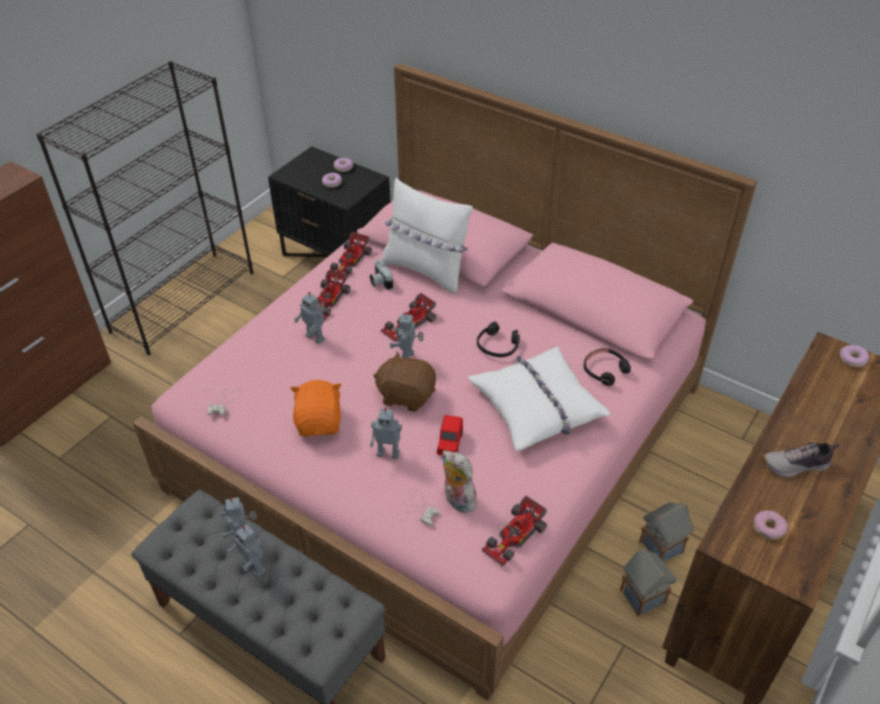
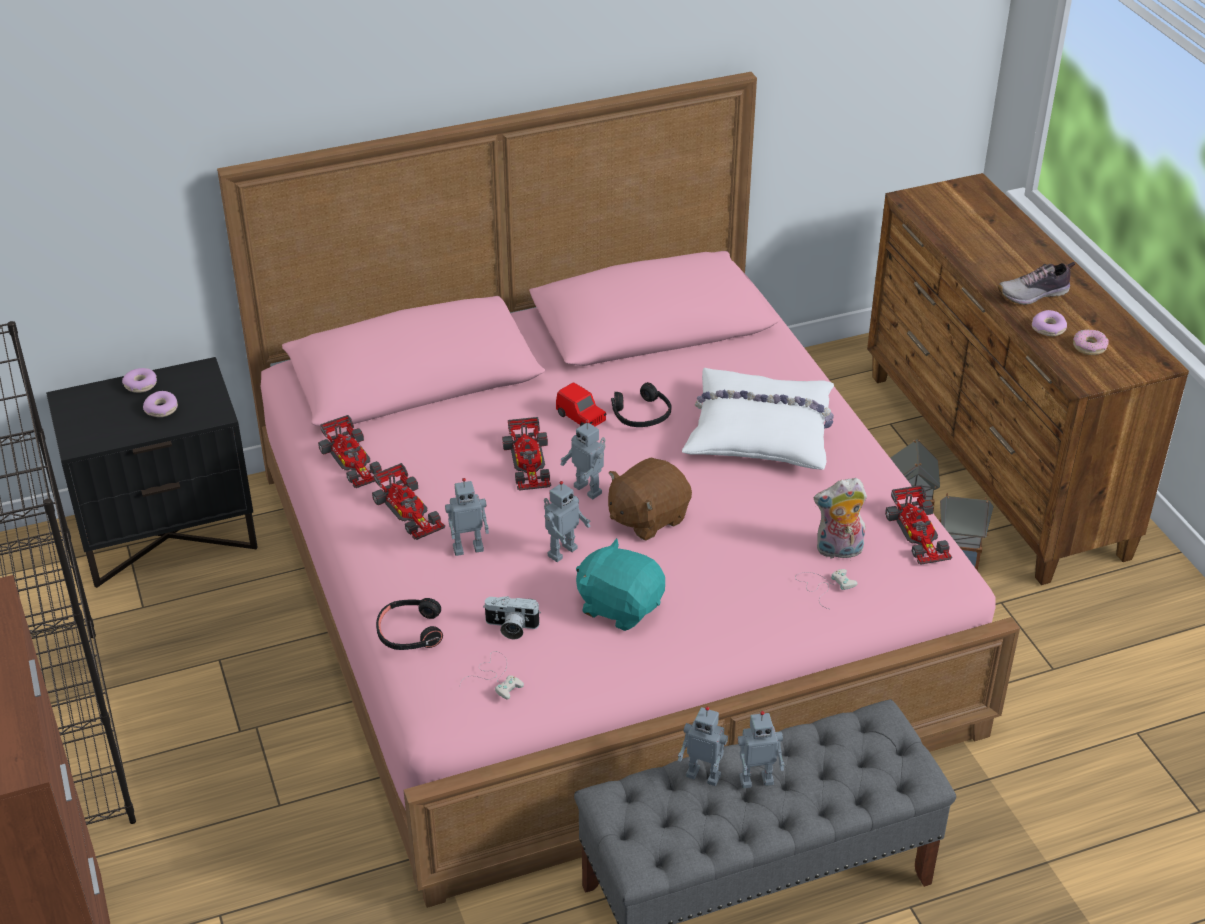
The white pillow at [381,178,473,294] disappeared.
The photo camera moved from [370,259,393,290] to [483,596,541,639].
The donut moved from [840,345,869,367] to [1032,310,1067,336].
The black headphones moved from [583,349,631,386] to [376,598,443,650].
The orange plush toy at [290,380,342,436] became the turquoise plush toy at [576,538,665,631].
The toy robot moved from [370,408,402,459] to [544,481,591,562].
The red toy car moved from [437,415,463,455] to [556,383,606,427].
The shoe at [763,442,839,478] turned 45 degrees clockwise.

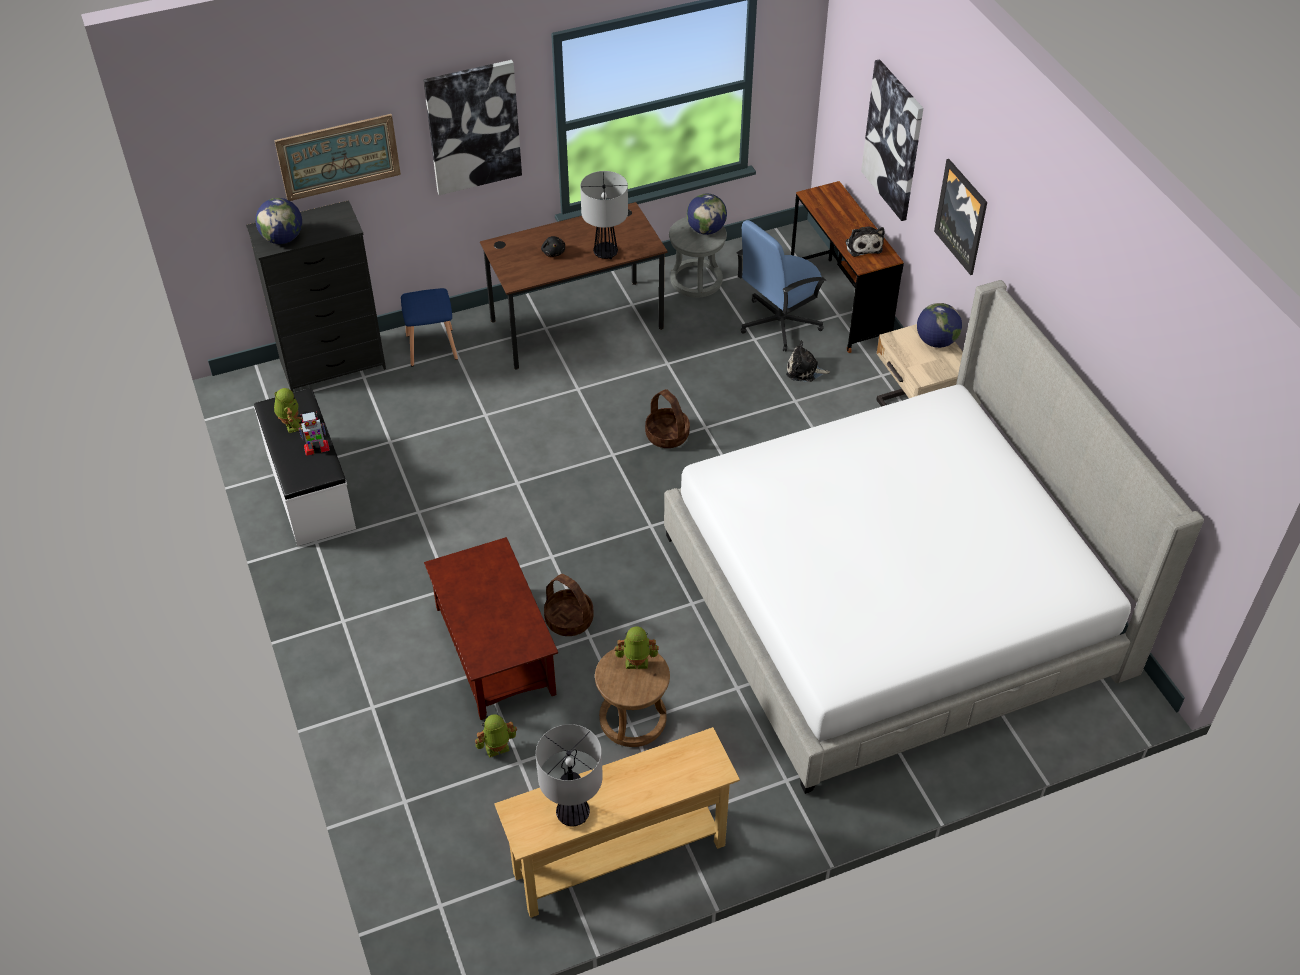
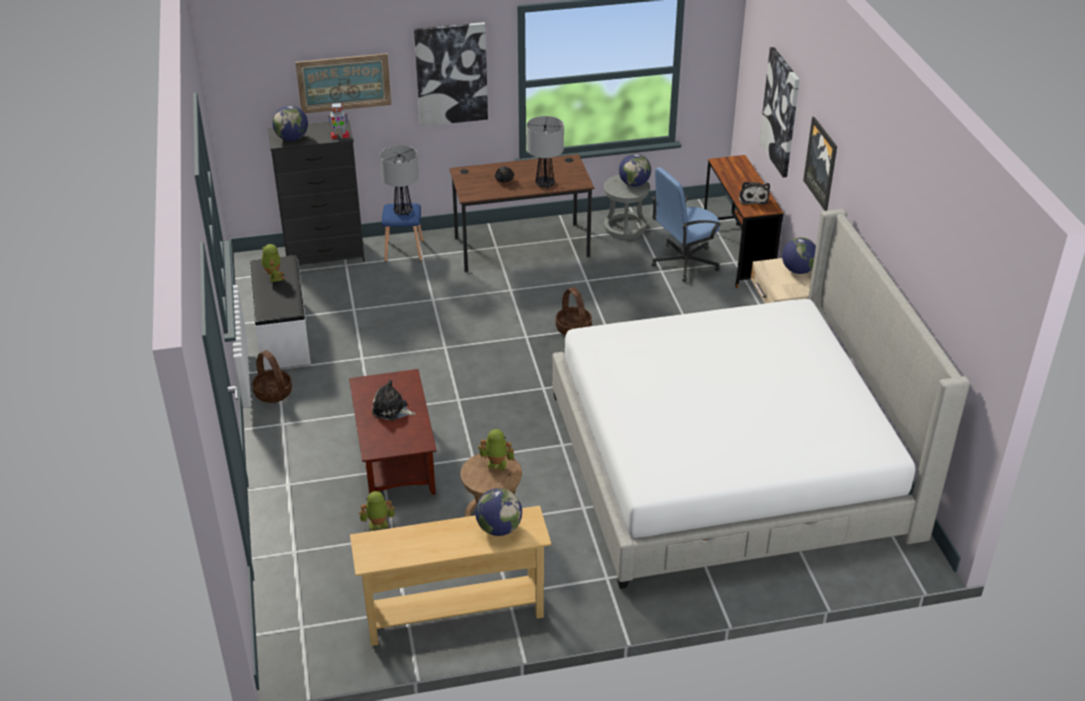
The plush toy moved from [786,340,830,382] to [372,380,416,420].
The toy robot moved from [299,411,330,456] to [328,103,349,139].
The basket moved from [544,574,594,636] to [252,350,292,403].
The table lamp moved from [536,724,603,826] to [380,145,419,215].
The globe at [475,488,522,536] appeared.

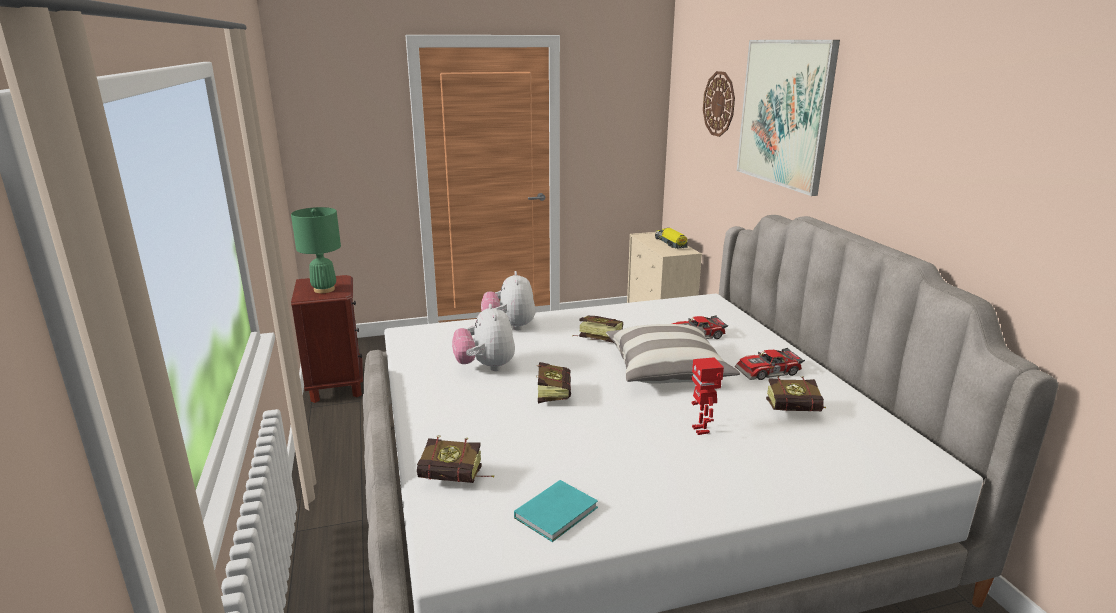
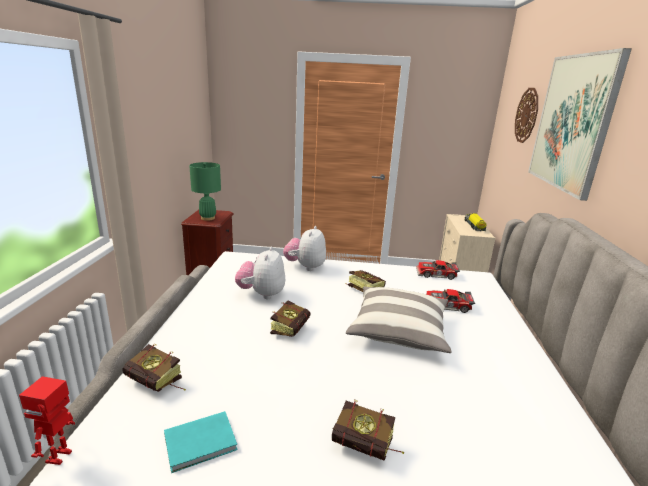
The toy car moved from [735,348,805,380] to [416,260,460,280].
The toy robot moved from [691,357,724,435] to [19,376,75,465].
The book moved from [766,376,826,411] to [332,400,404,461].

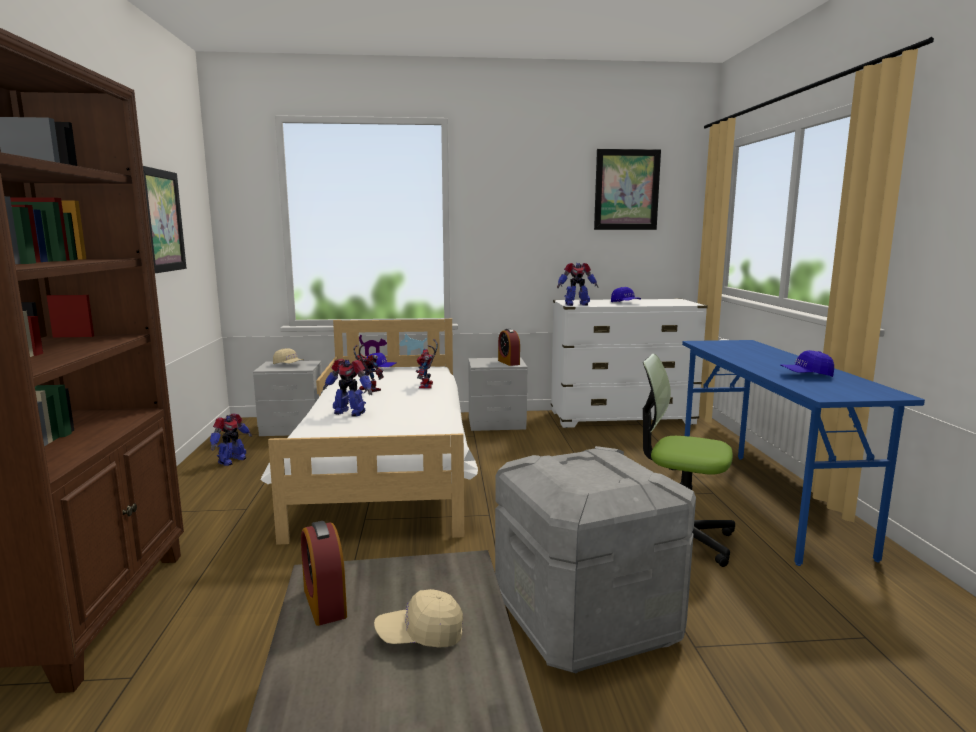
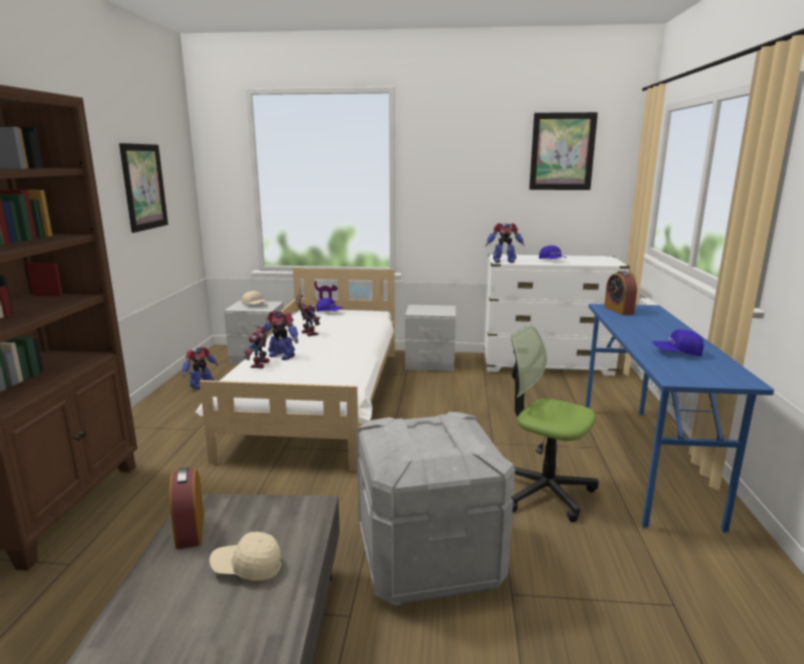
The alarm clock moved from [498,328,520,366] to [604,271,637,315].
The toy robot moved from [416,339,438,389] to [244,317,270,368].

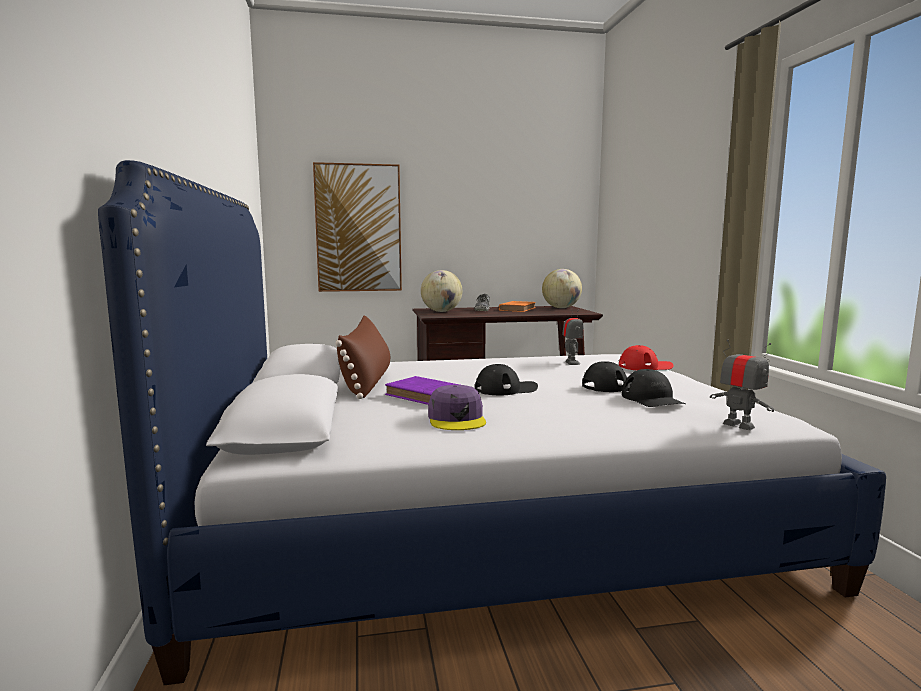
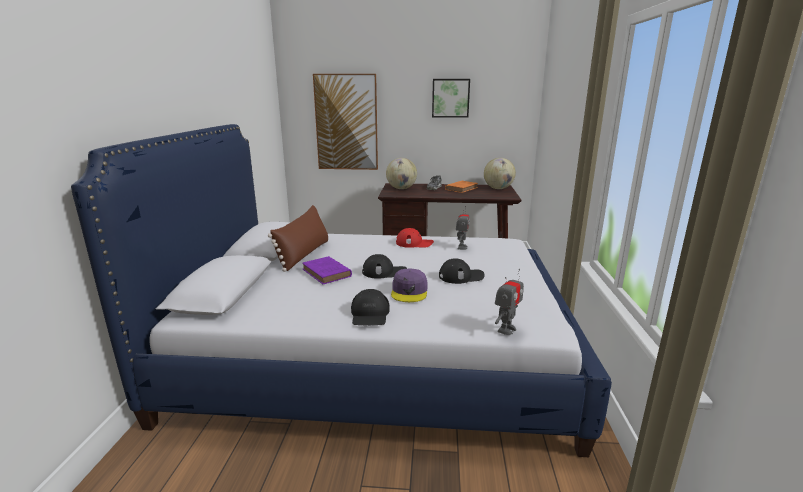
The toy robot at [710,339,774,430] turned 60 degrees clockwise.
The red cap moved from [619,345,674,370] to [396,228,434,248].
The black cap moved from [622,369,686,407] to [351,289,390,325].
The purple cap moved from [428,385,486,430] to [391,269,428,302].
The picture at [432,79,470,118] appeared.

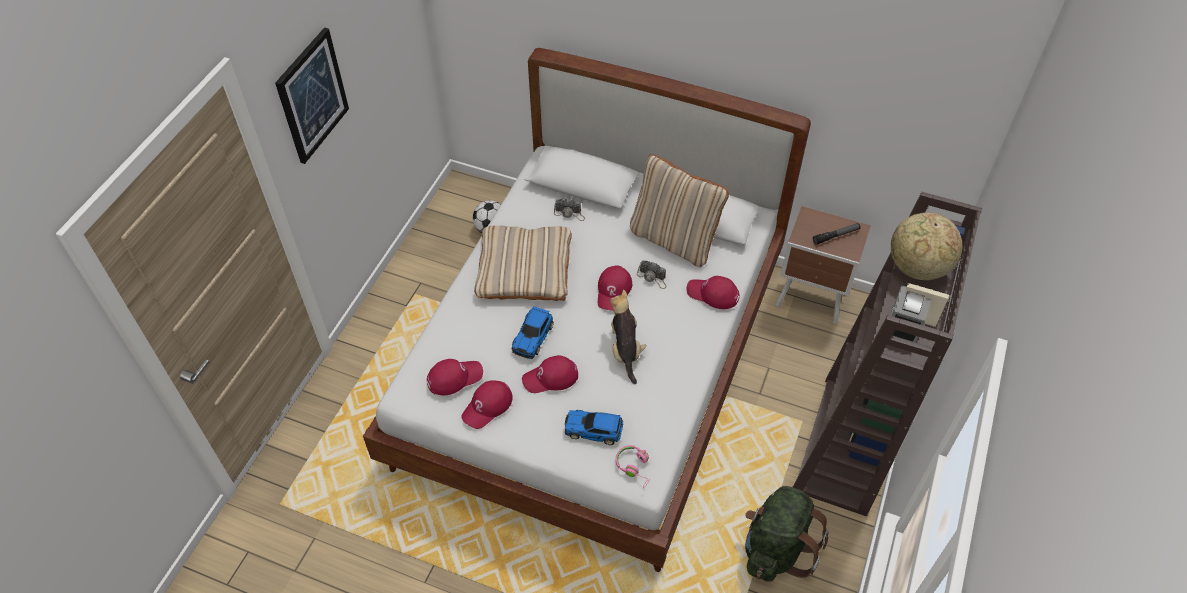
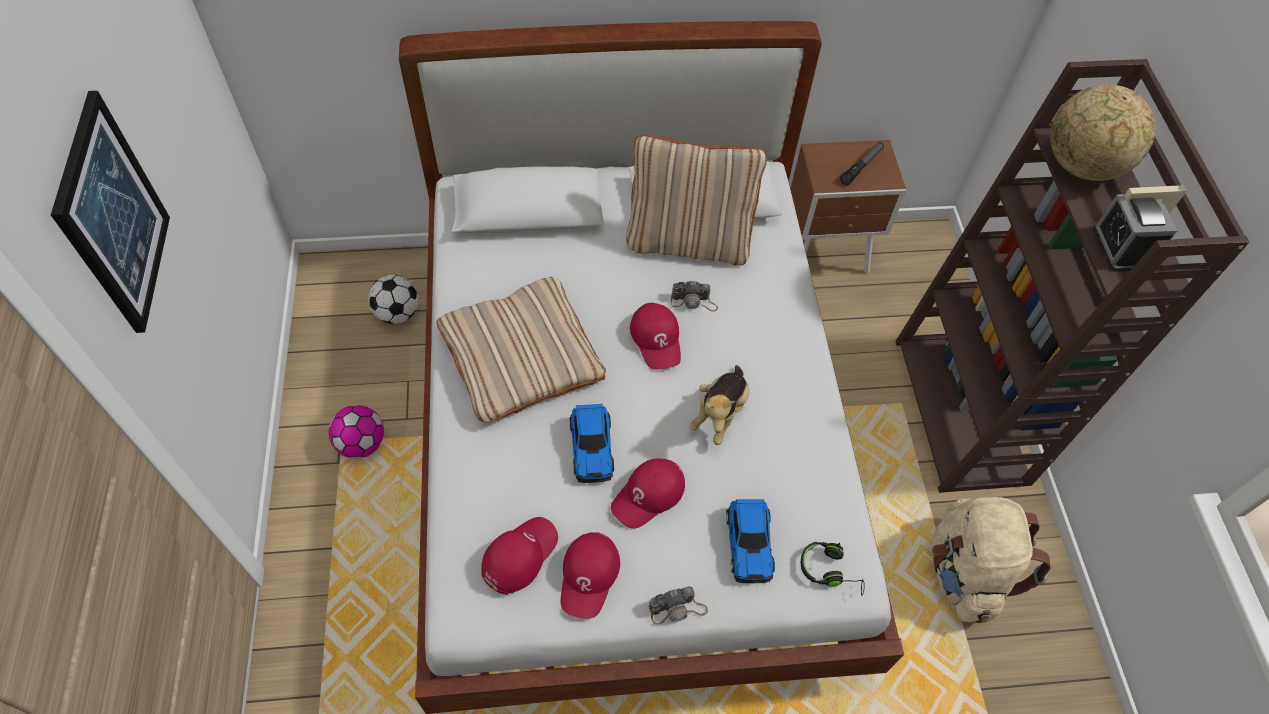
The photo camera moved from [554,199,585,221] to [649,586,708,624].
The red cap at [687,276,740,309] disappeared.
The plush toy at [611,290,646,384] turned 120 degrees counterclockwise.
The toy car at [565,410,623,445] turned 75 degrees counterclockwise.
The pink headphones at [616,445,651,488] became the black headphones at [801,542,865,596].
The green backpack at [745,486,829,582] became the beige backpack at [932,497,1051,623].
The football at [329,405,384,459] appeared.

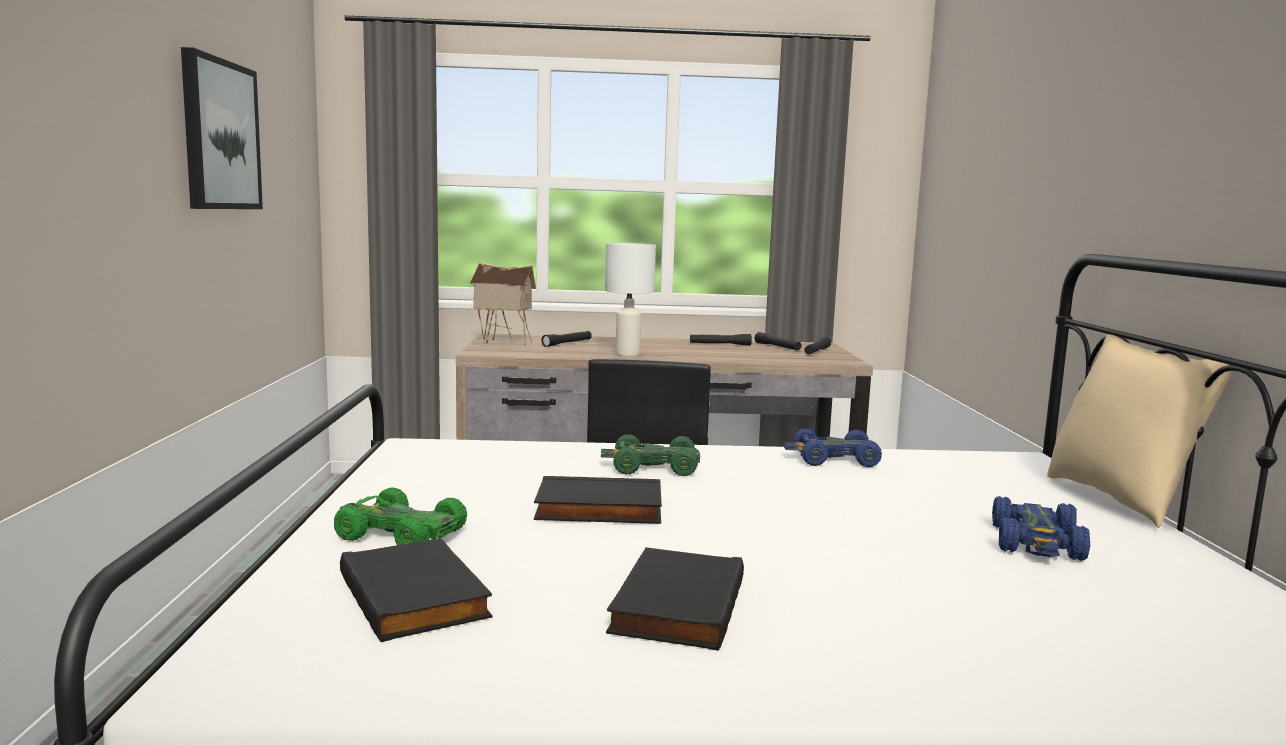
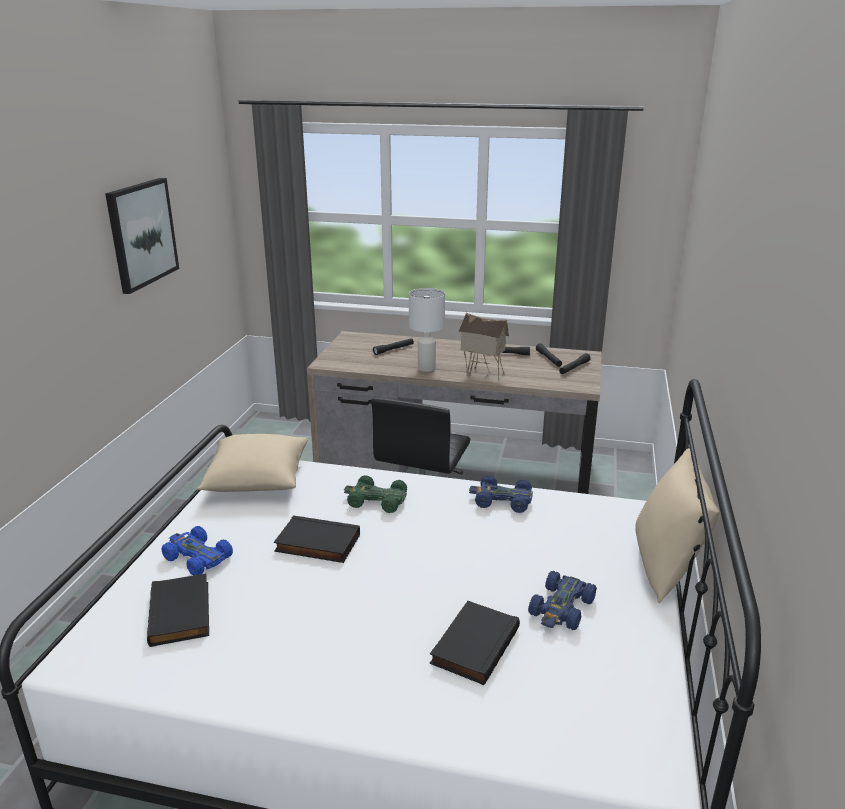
The toy house moved from [470,262,536,346] to [458,313,509,381].
The green toy car at [334,487,467,545] became the blue toy car at [161,526,233,575].
The black book moved from [606,547,744,651] to [430,601,520,685].
The beige pillow at [197,434,308,492] appeared.

